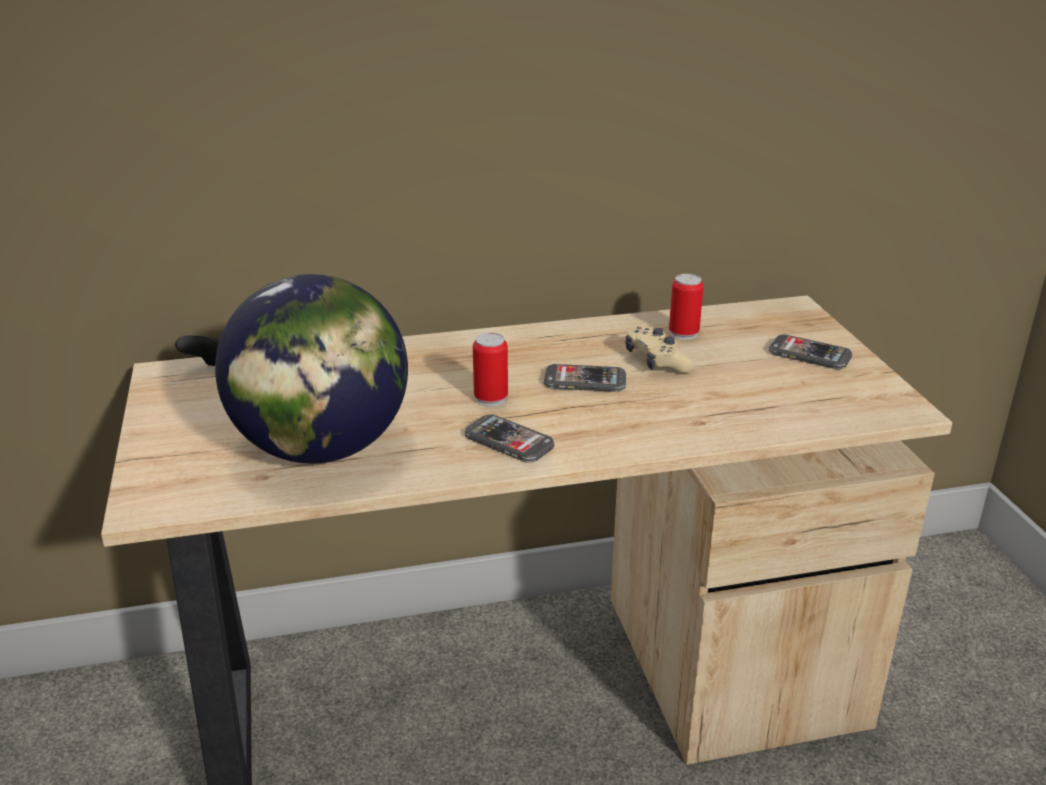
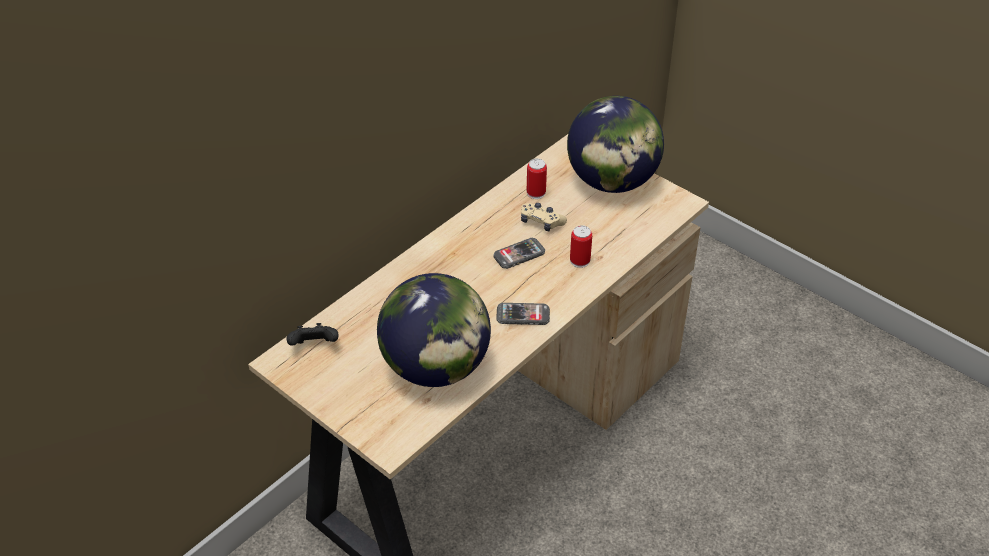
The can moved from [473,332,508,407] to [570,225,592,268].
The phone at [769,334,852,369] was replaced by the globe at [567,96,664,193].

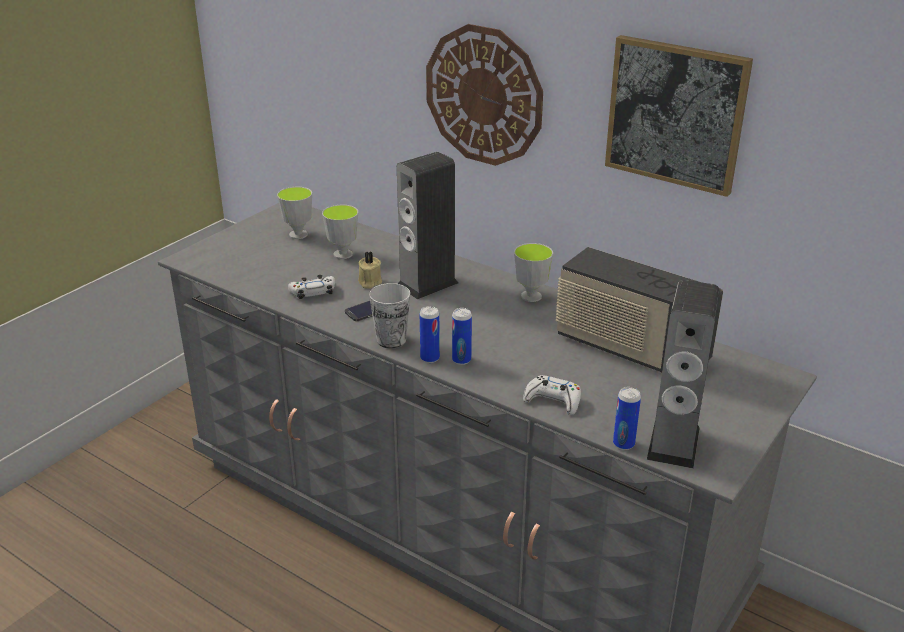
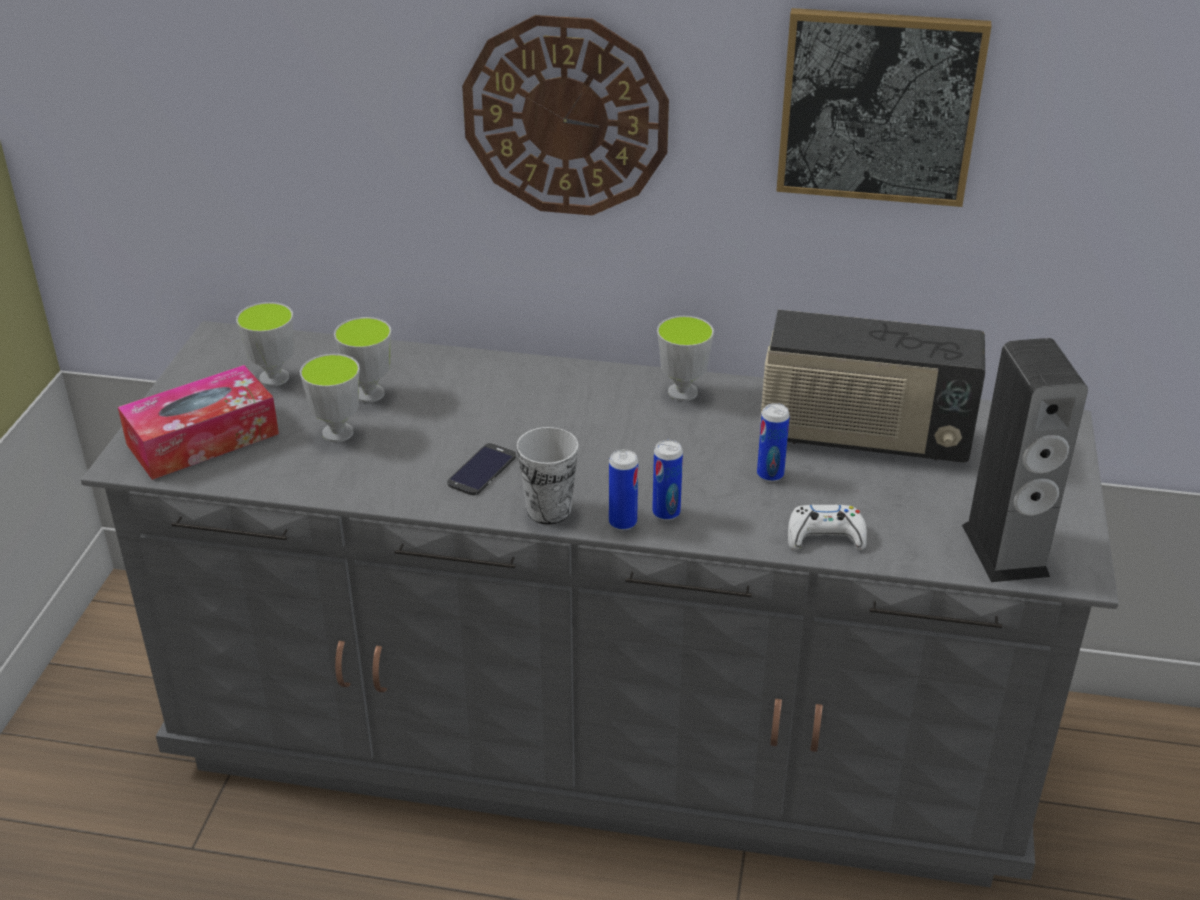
The speaker at [397,152,458,300] disappeared.
The beige candle at [358,251,382,289] disappeared.
The white game controller at [288,275,335,299] disappeared.
The can moved from [613,387,641,450] to [757,403,790,482].
The cup at [300,354,360,442] appeared.
The tissue box at [118,365,279,480] appeared.

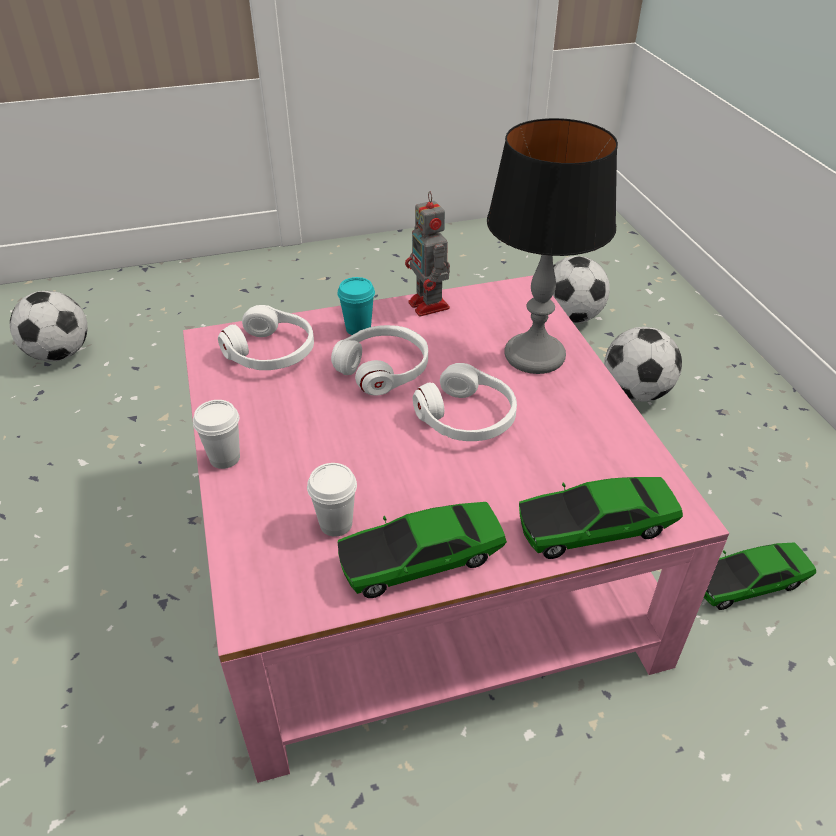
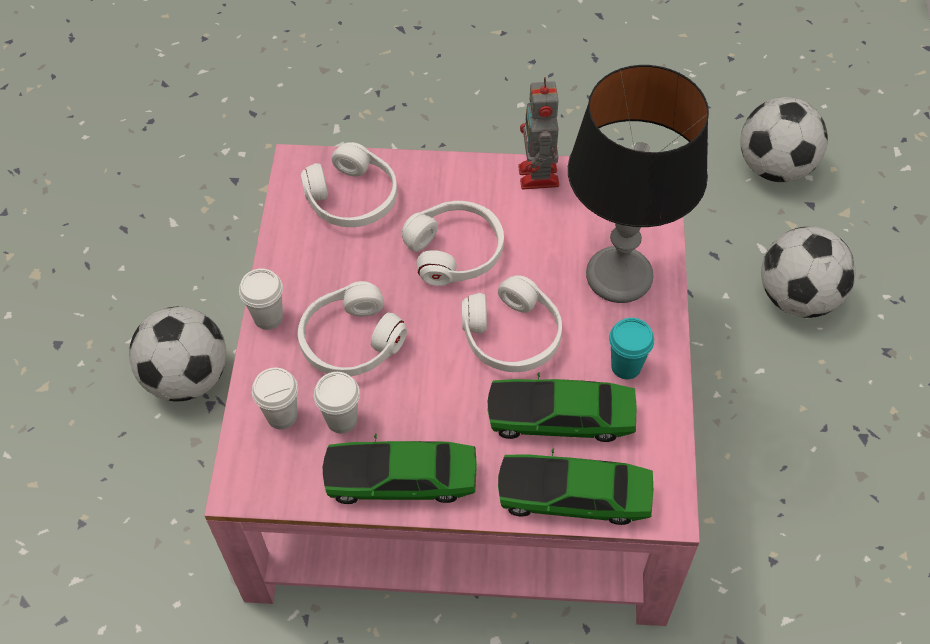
The turquoise cup moved from [337,277,375,335] to [609,318,654,379].
The football moved from [10,291,88,361] to [129,307,226,401].
The toy car moved from [704,542,816,610] to [487,372,637,442].
The white headphones at [298,281,407,376] appeared.
The white cup at [252,368,298,429] appeared.

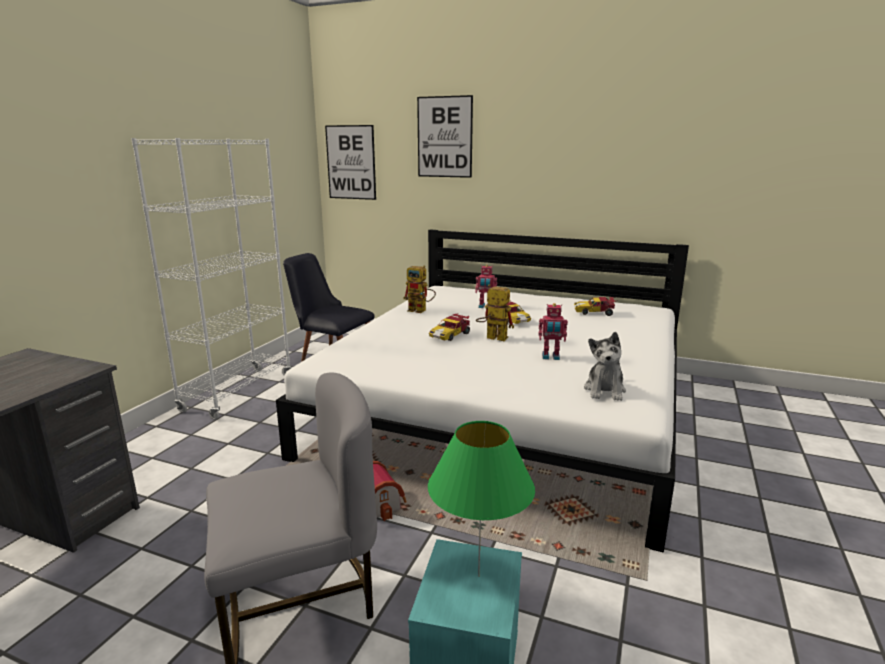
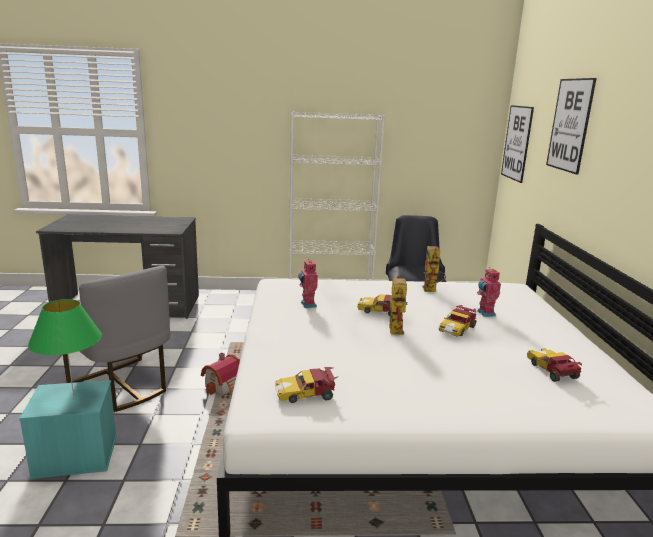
The toy robot moved from [538,303,568,360] to [298,259,318,308].
The plush toy at [584,332,626,401] was replaced by the toy car at [275,367,338,403].

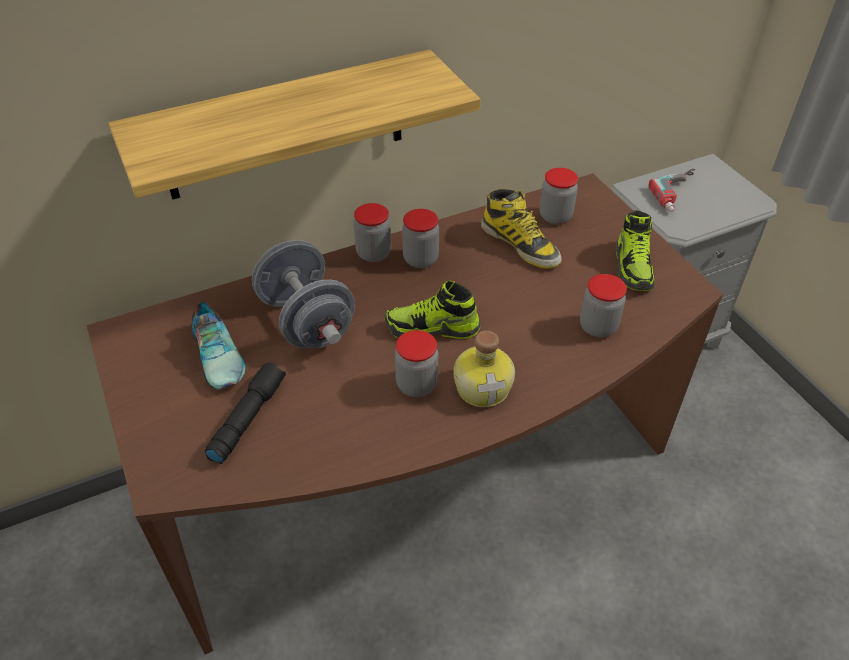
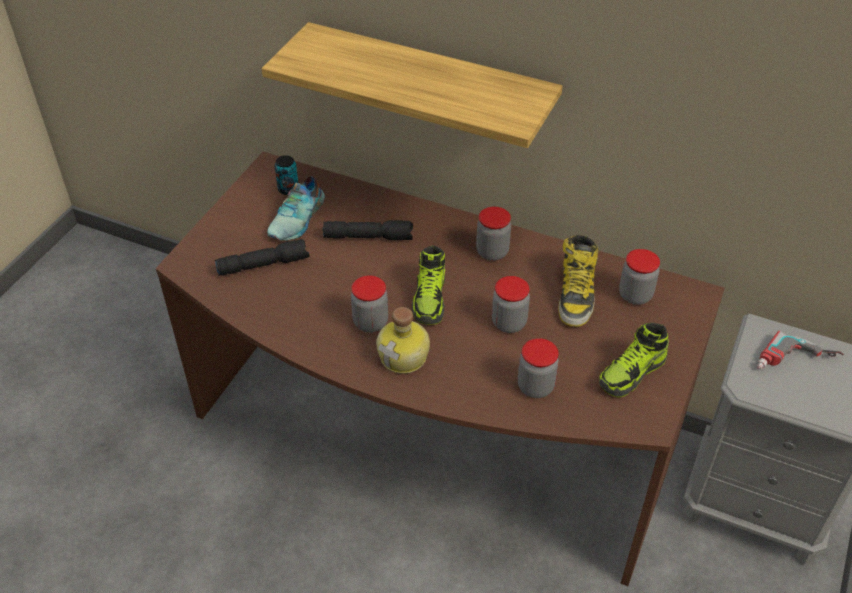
The jar moved from [354,203,391,262] to [492,276,530,333].
The grey dumbbell at [252,240,355,348] was replaced by the black flashlight at [322,220,413,240].
The shoe at [385,280,481,339] turned 135 degrees counterclockwise.
The can at [275,155,298,195] appeared.

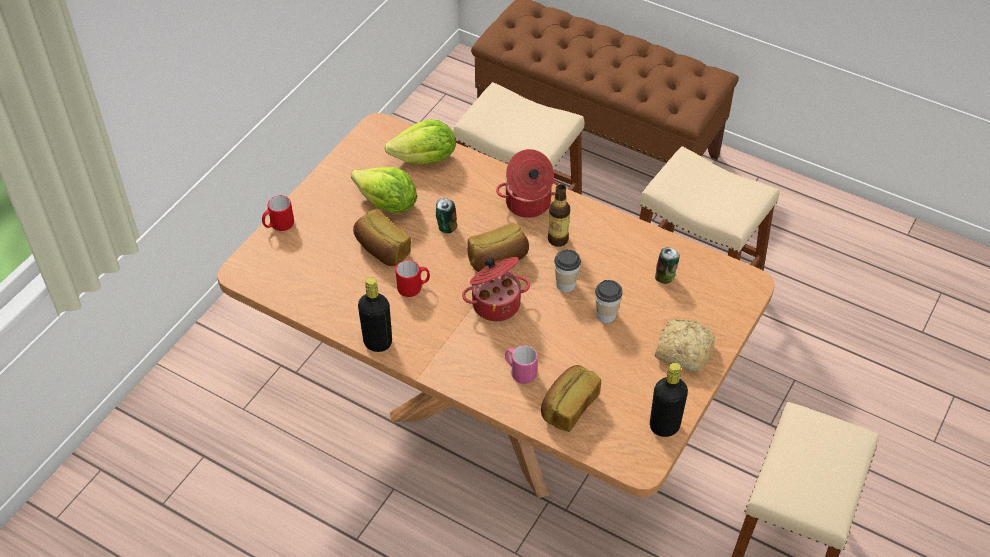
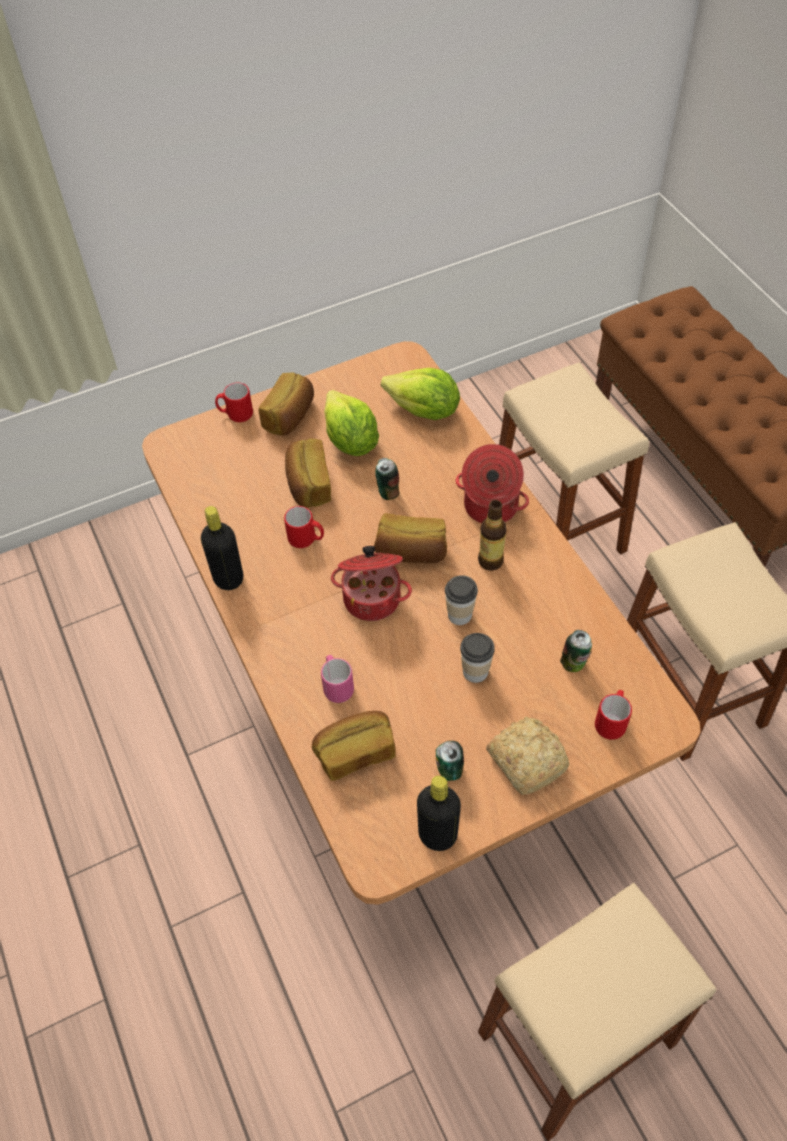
The bread at [259,372,314,435] appeared.
The red mug at [595,690,632,740] appeared.
The can at [436,741,464,781] appeared.

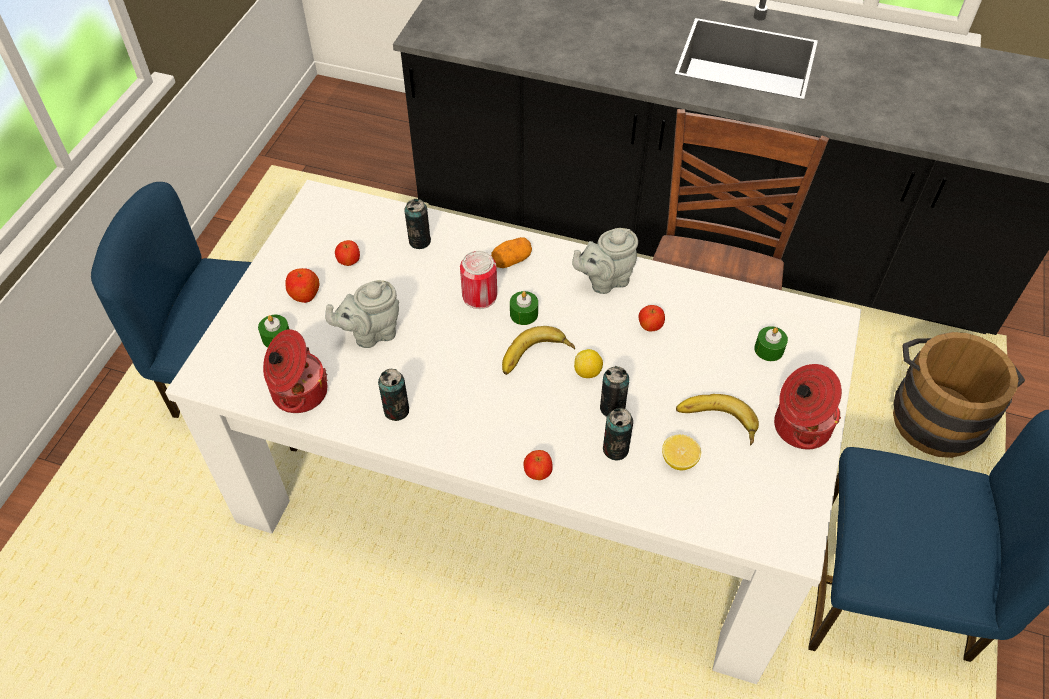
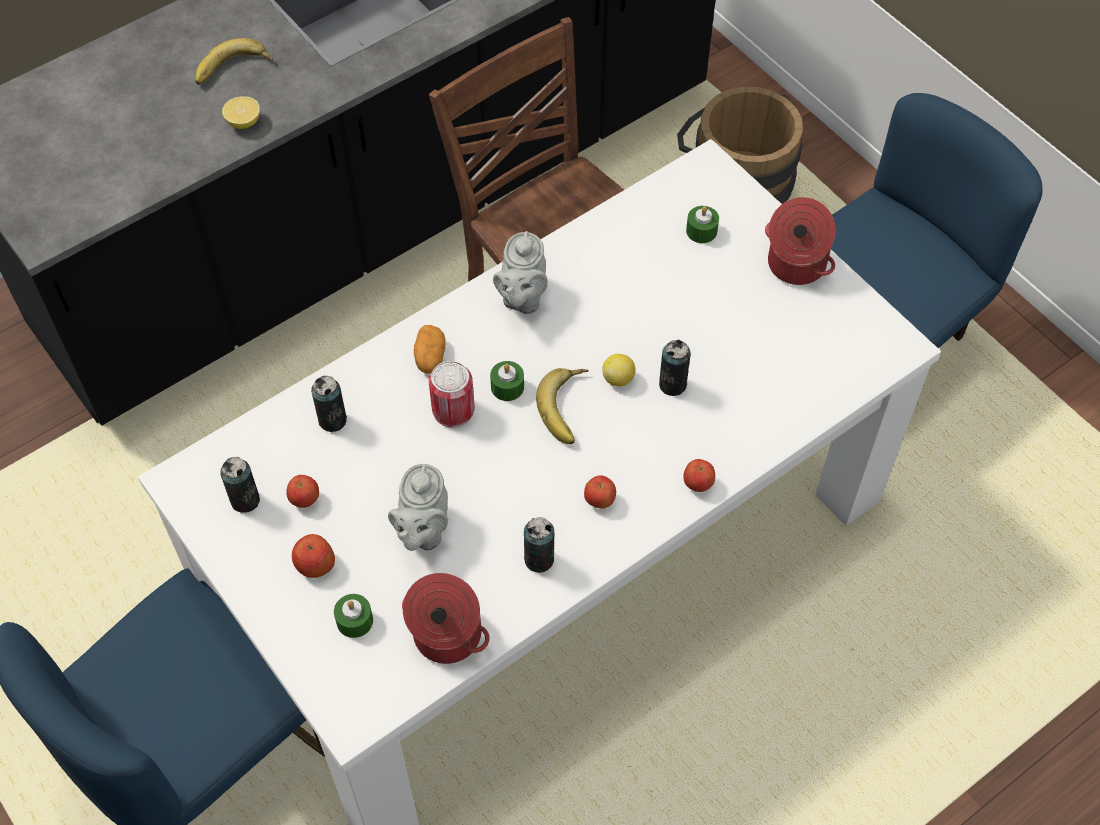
The apple moved from [639,305,665,331] to [584,475,616,509].
The banana moved from [676,394,759,446] to [195,38,273,85].
The can moved from [603,408,633,461] to [220,457,260,513].
The lemon moved from [662,435,701,470] to [222,96,260,129].

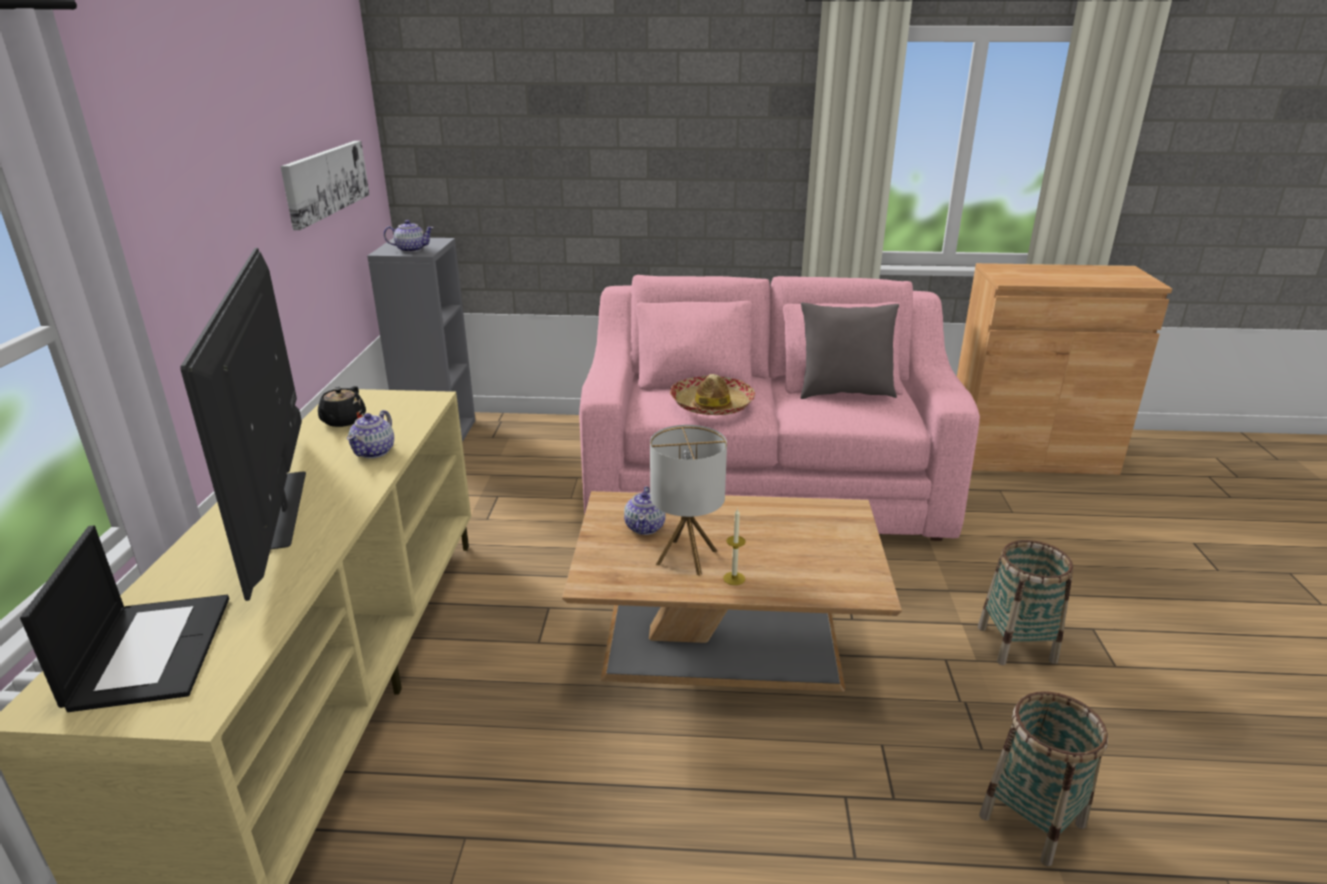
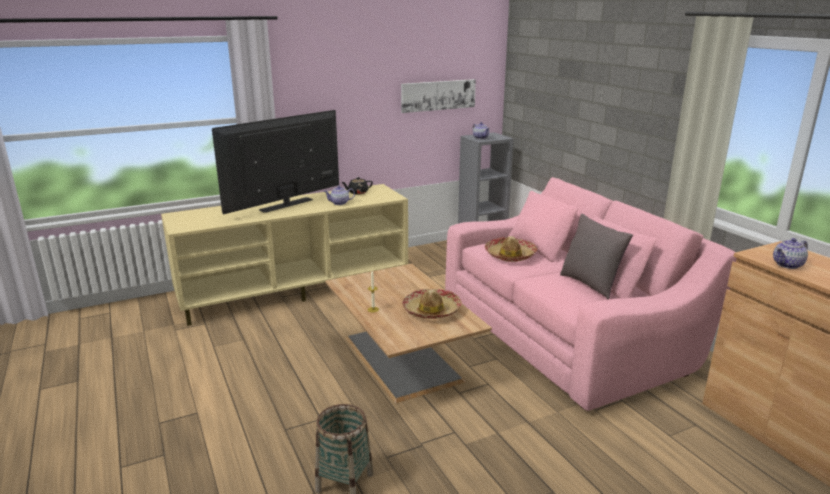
The table lamp at [650,425,727,576] disappeared.
The teapot moved from [624,486,666,535] to [773,238,808,269].
The laptop at [20,525,229,712] disappeared.
The basket at [978,540,1073,665] disappeared.
The hat at [402,289,462,319] appeared.

